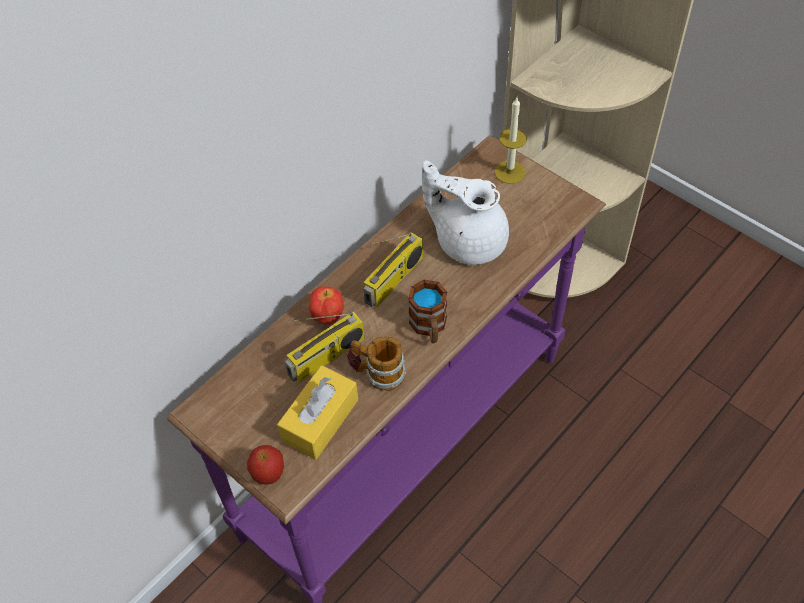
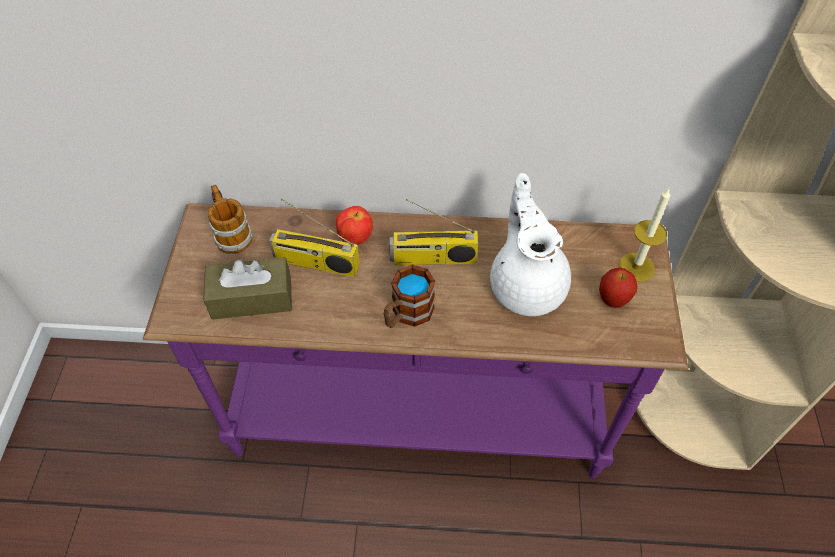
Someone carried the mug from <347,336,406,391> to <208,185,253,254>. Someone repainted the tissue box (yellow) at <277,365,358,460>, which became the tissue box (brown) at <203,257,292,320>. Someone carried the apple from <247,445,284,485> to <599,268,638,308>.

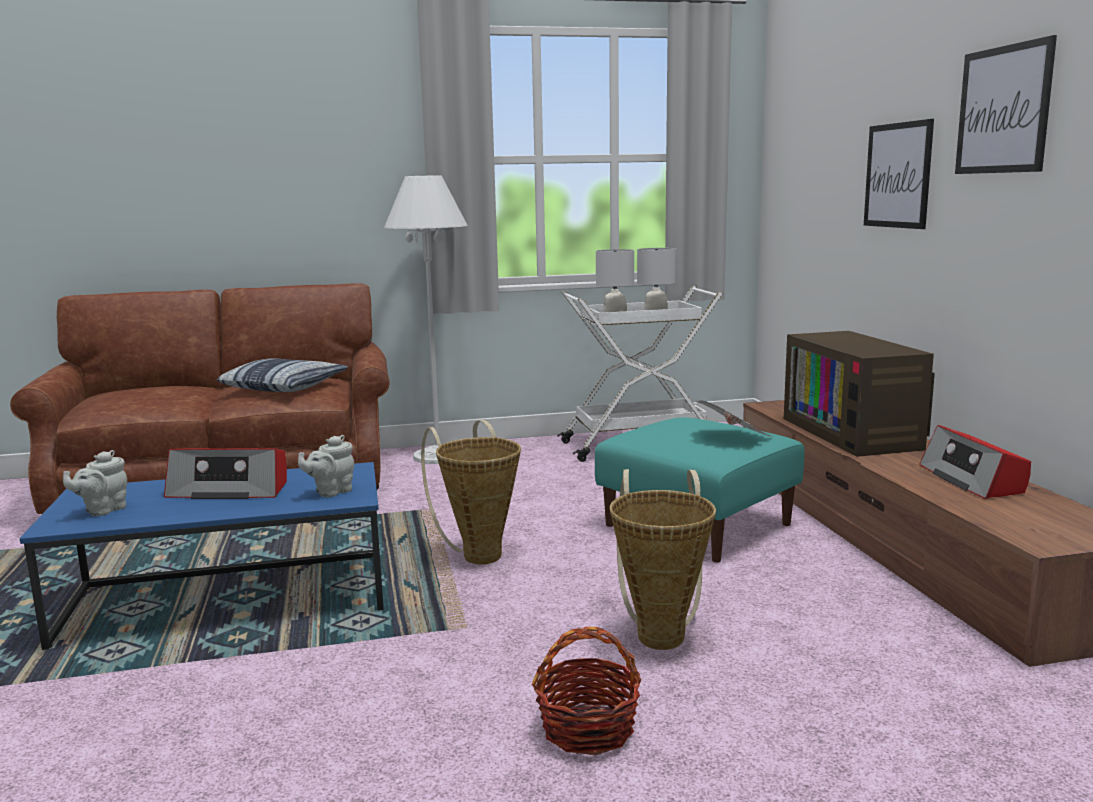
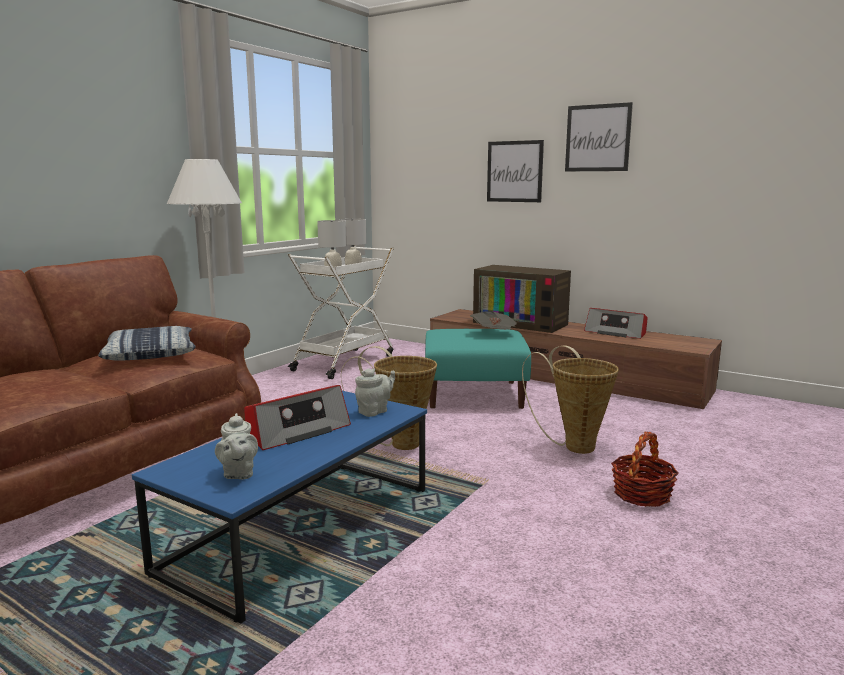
Someone rotated the teapot (grey) at <298,435,354,497> by 135 degrees counterclockwise.

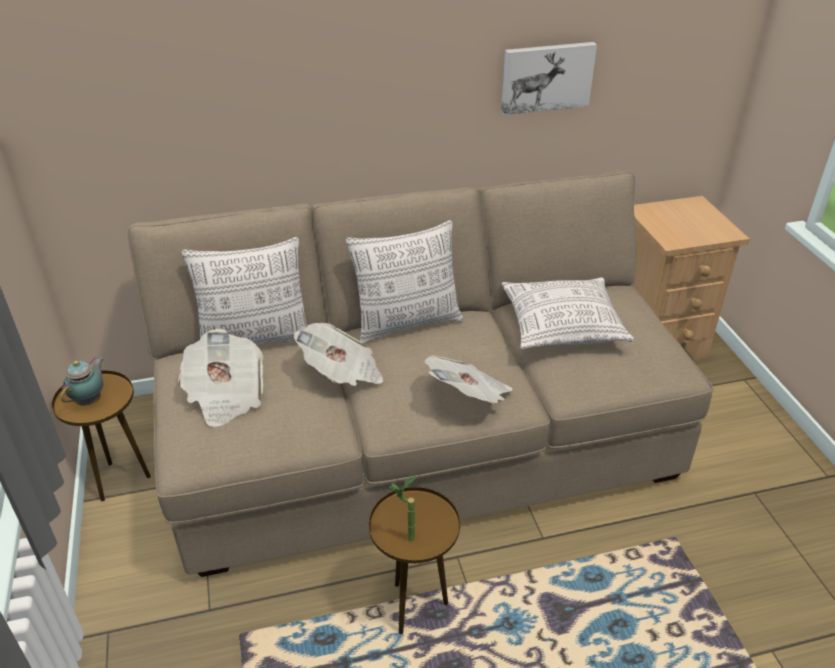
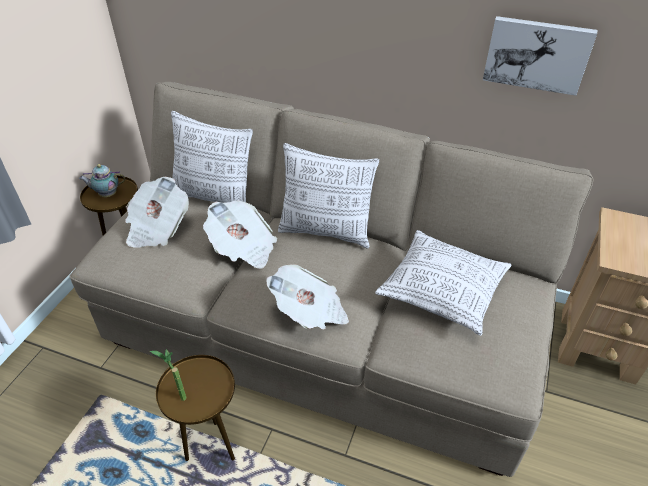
Someone rotated the teapot at <61,357,103,406> by 150 degrees counterclockwise.

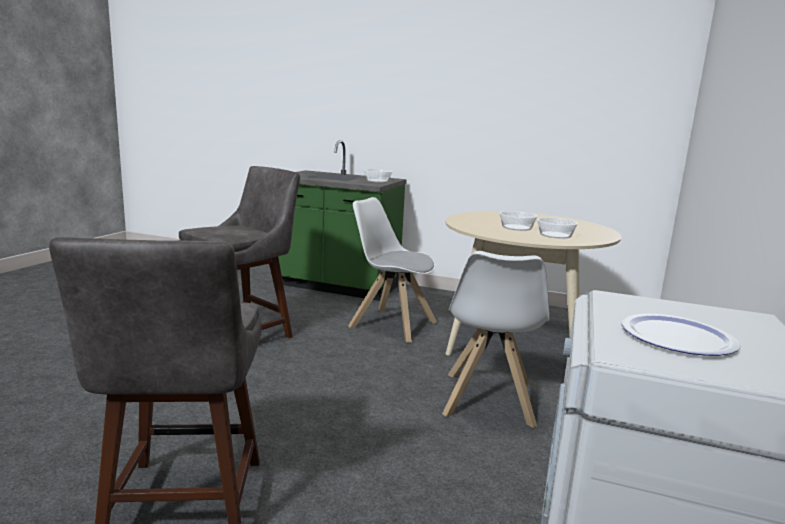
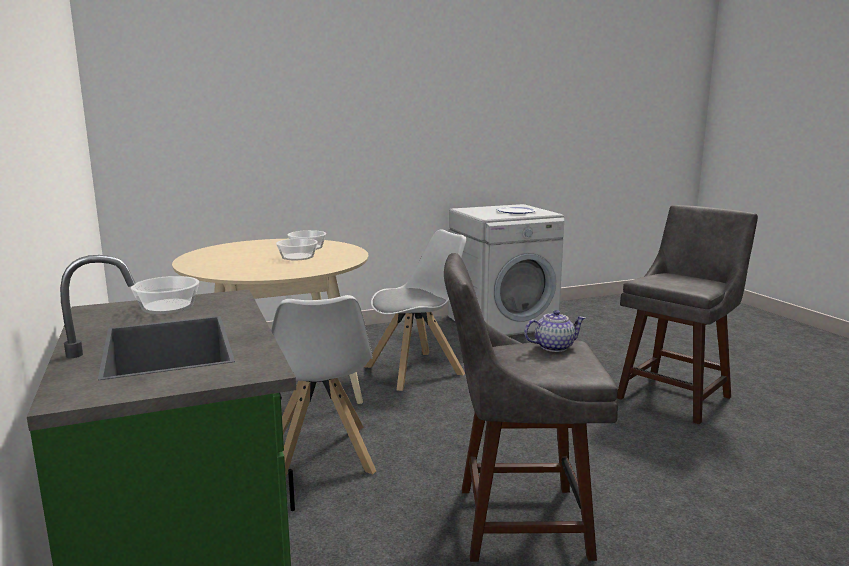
Someone put down the teapot at <524,310,586,352>.

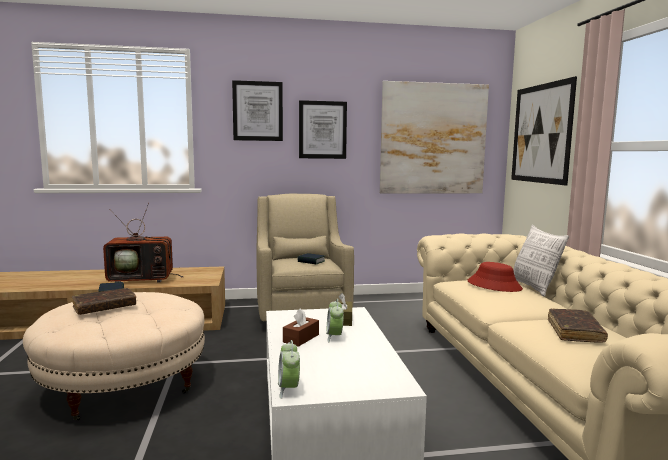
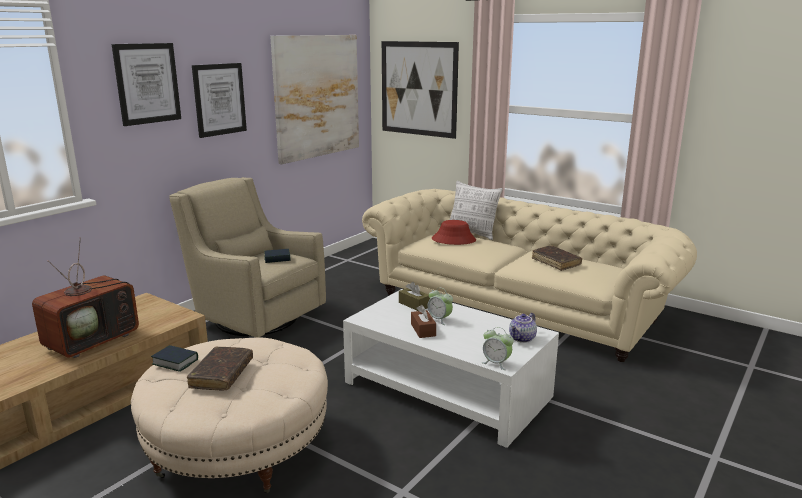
Someone put down the teapot at <509,313,537,343>.

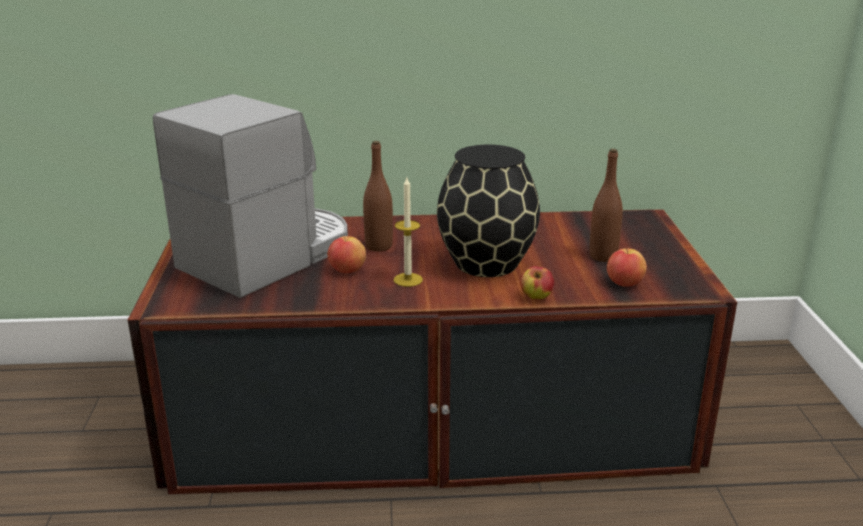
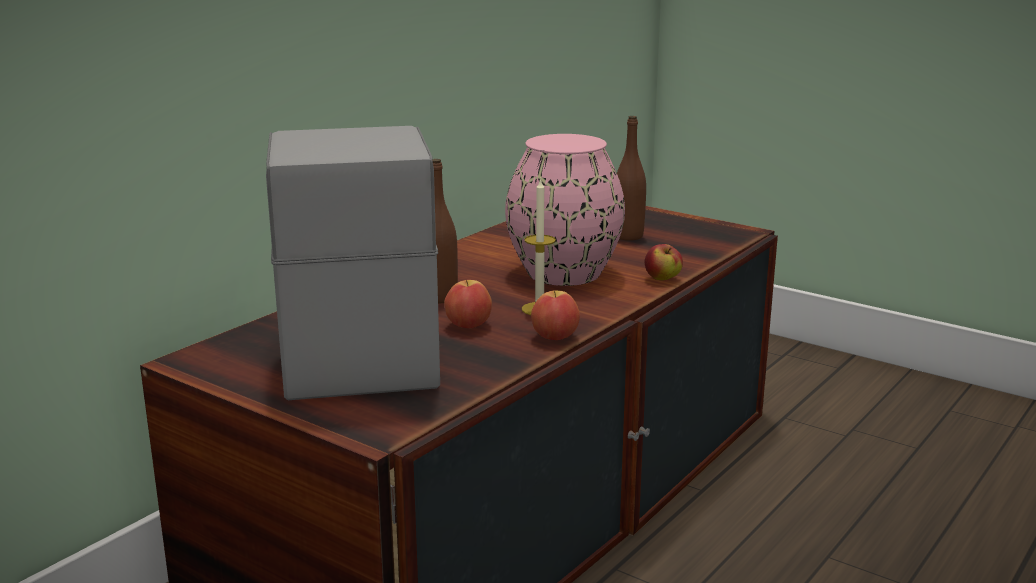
Someone repainted the vase (black) at <437,145,540,277>, which became the vase (pink) at <505,134,625,286>. Someone carried the apple from <607,248,647,287> to <531,290,580,340>.

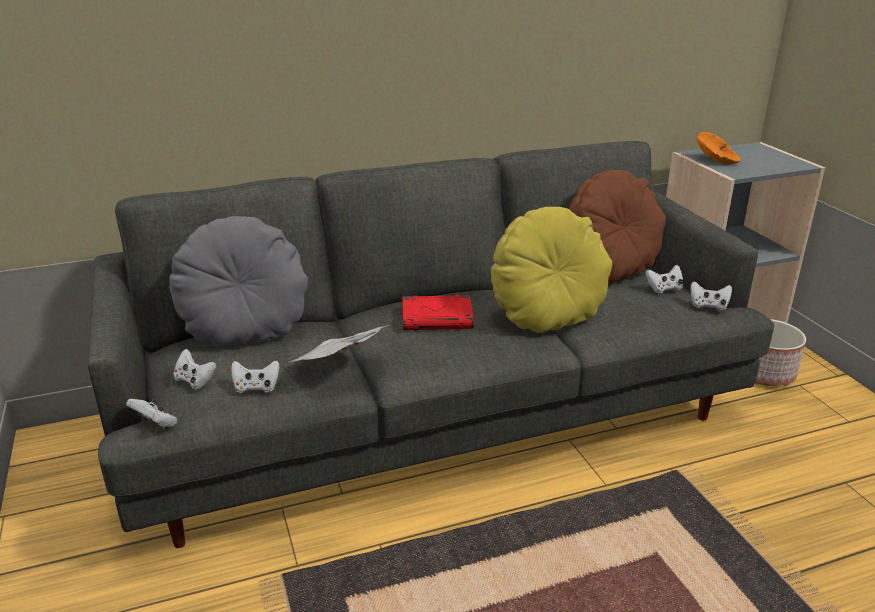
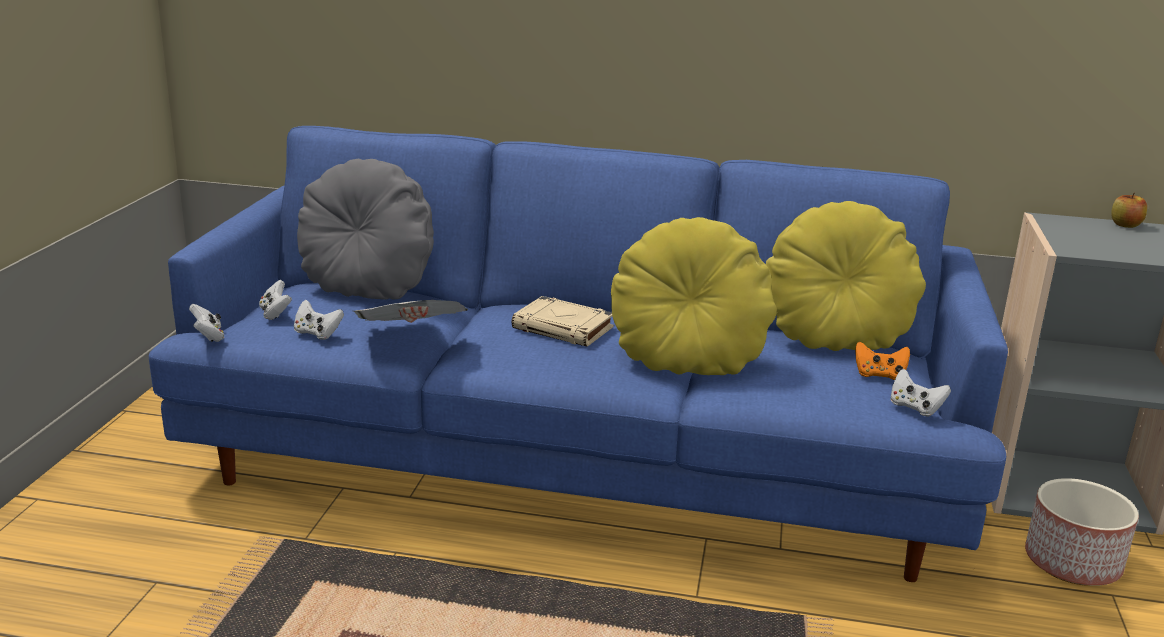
Someone took away the bowl (orange) at <696,132,741,164>. Someone repainted the sofa (grey) at <88,141,774,548>, which became the sofa (blue) at <149,126,1008,582>. Someone repainted the pillow (brown) at <569,170,666,283>, which became the pillow (yellow) at <766,201,926,351>. Someone repainted the game controller (white) at <645,265,683,293>, which became the game controller (orange) at <855,342,910,380>. Someone repainted the book (red) at <402,295,474,331>, which became the book (beige) at <512,296,614,347>. Someone put down the apple at <1111,192,1147,228>.

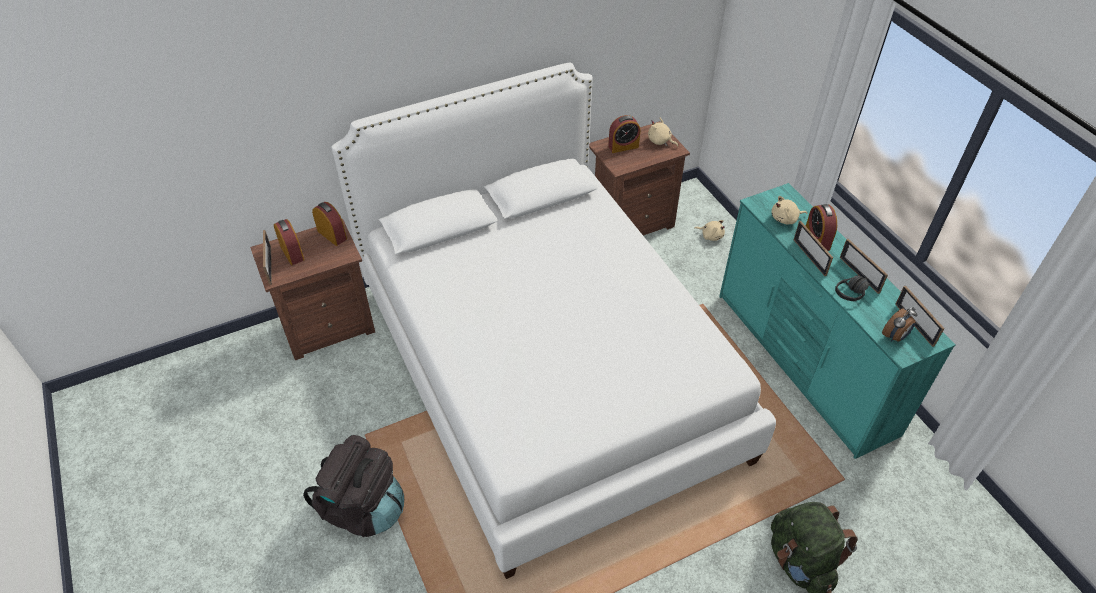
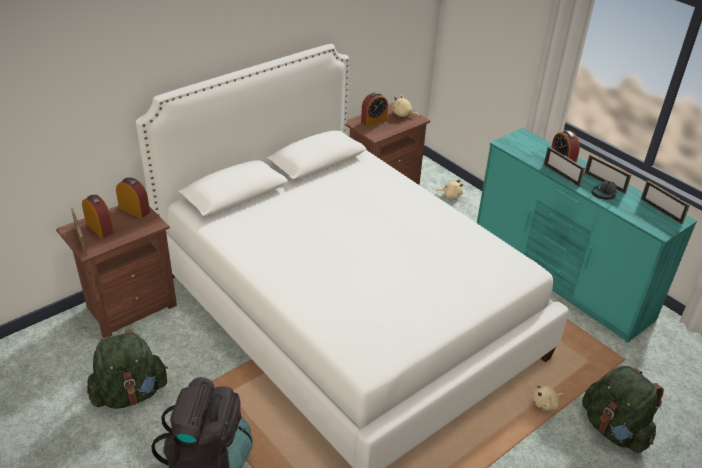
Someone carried the plush toy (beige) from <771,196,808,224> to <532,384,564,410>. Someone took away the alarm clock at <882,307,917,342>. Someone put down the backpack (green) at <86,329,168,409>.

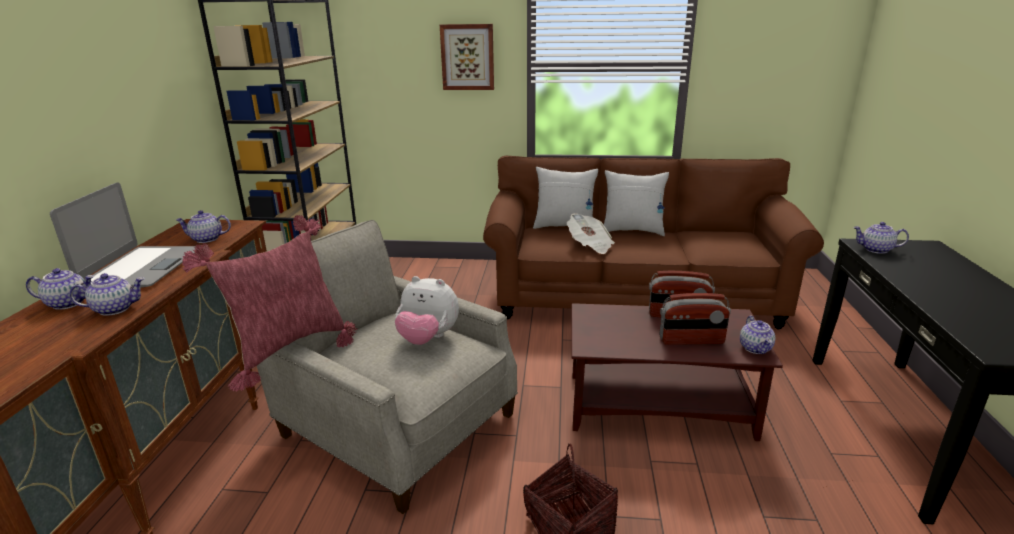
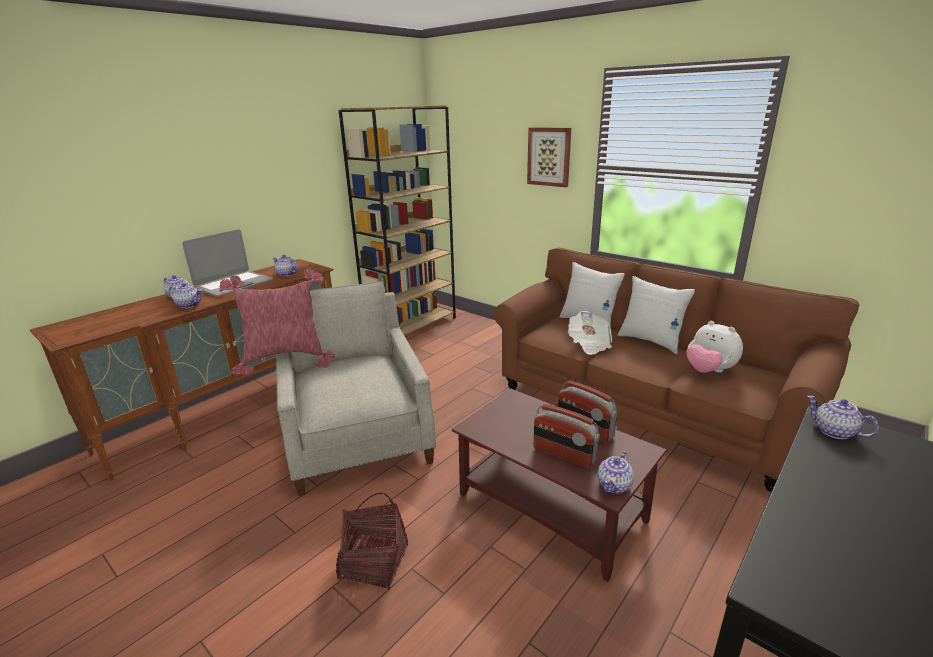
Someone carried the plush toy from <395,276,459,345> to <686,321,743,373>.

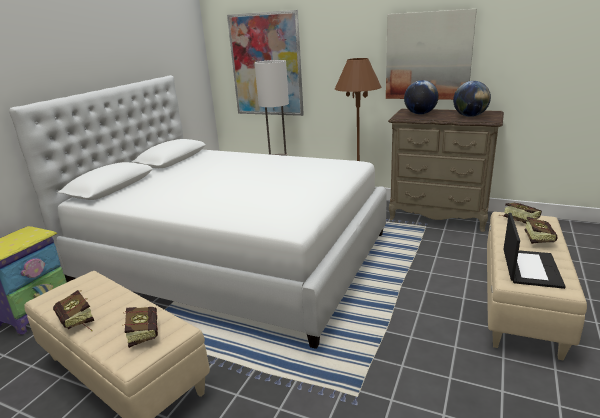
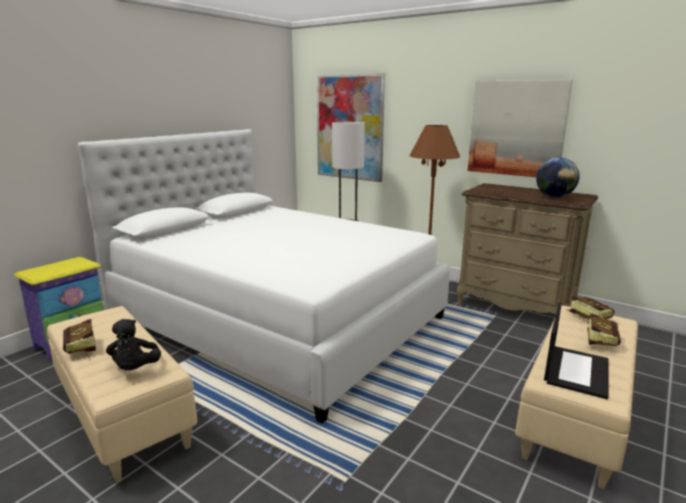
Someone took away the globe at <404,80,438,115>. Someone swapped the book at <122,307,158,348> for the plush toy (black) at <106,319,161,370>.

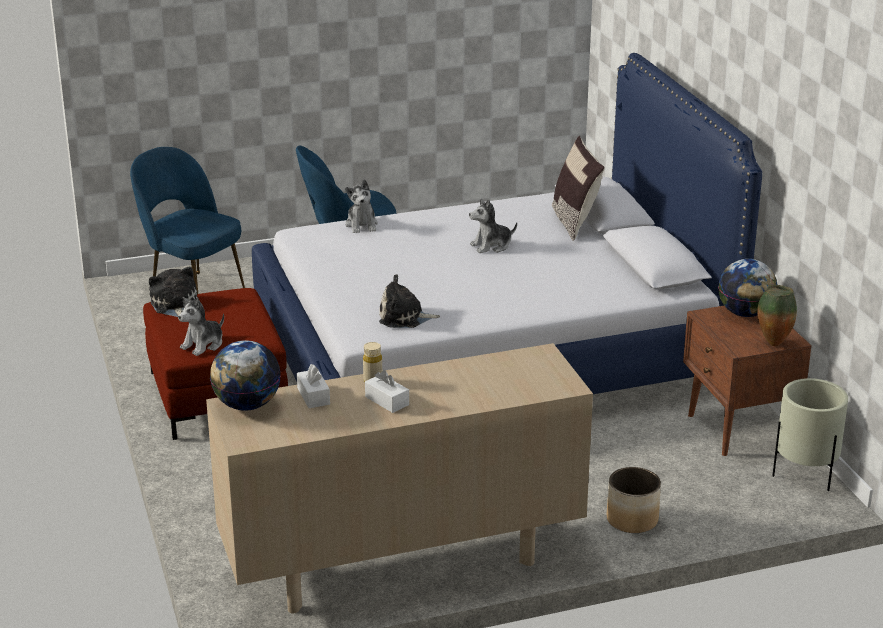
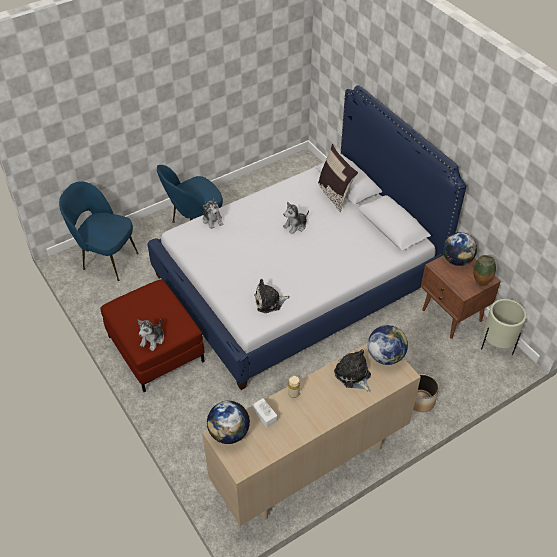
Someone carried the plush toy from <149,266,197,317> to <334,349,371,392>. Someone took away the tissue box (white) at <365,370,409,413>. Someone put down the globe at <368,325,408,365>.

